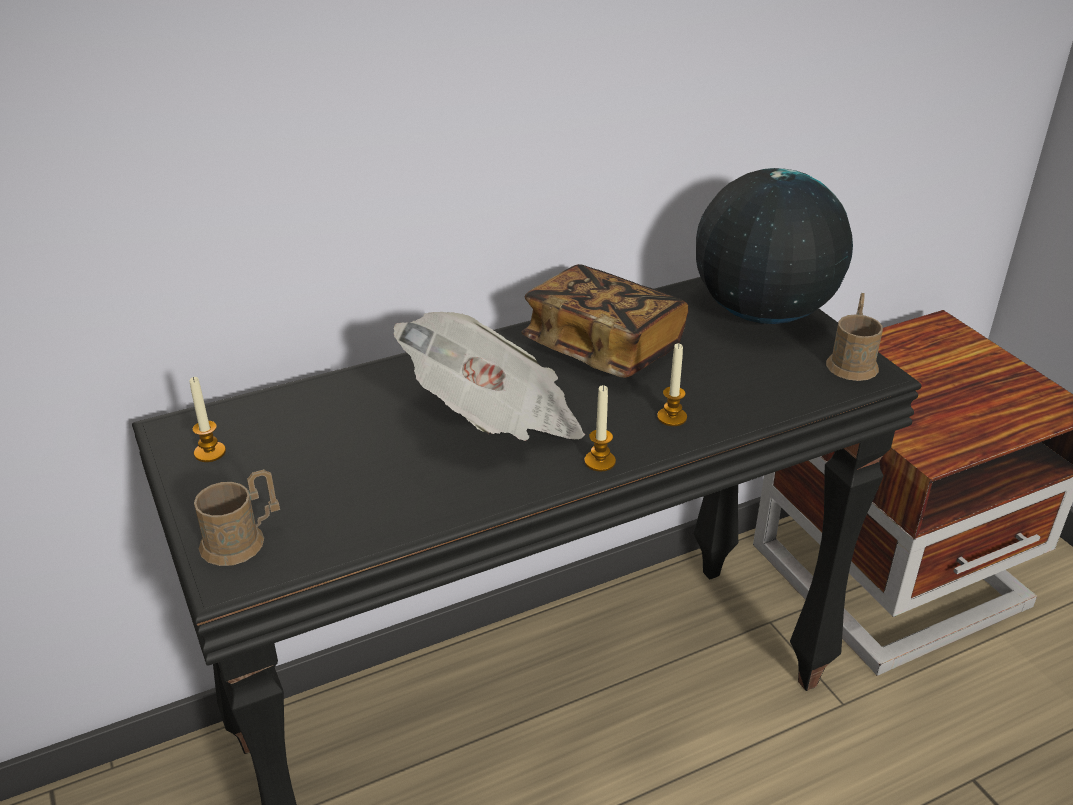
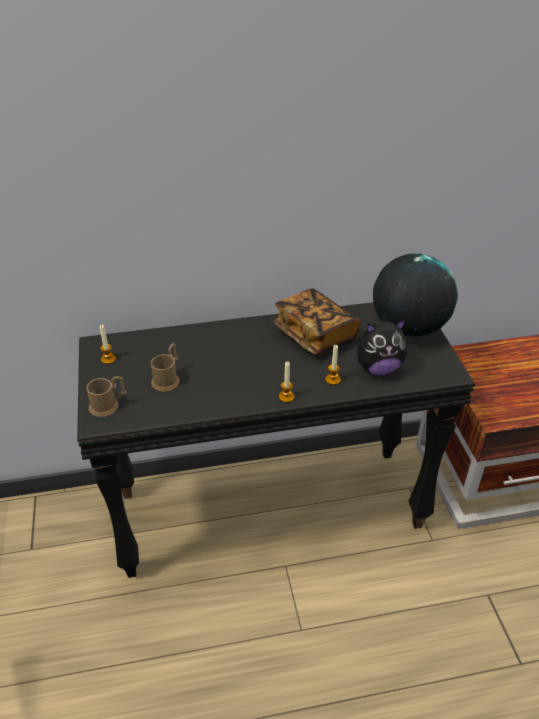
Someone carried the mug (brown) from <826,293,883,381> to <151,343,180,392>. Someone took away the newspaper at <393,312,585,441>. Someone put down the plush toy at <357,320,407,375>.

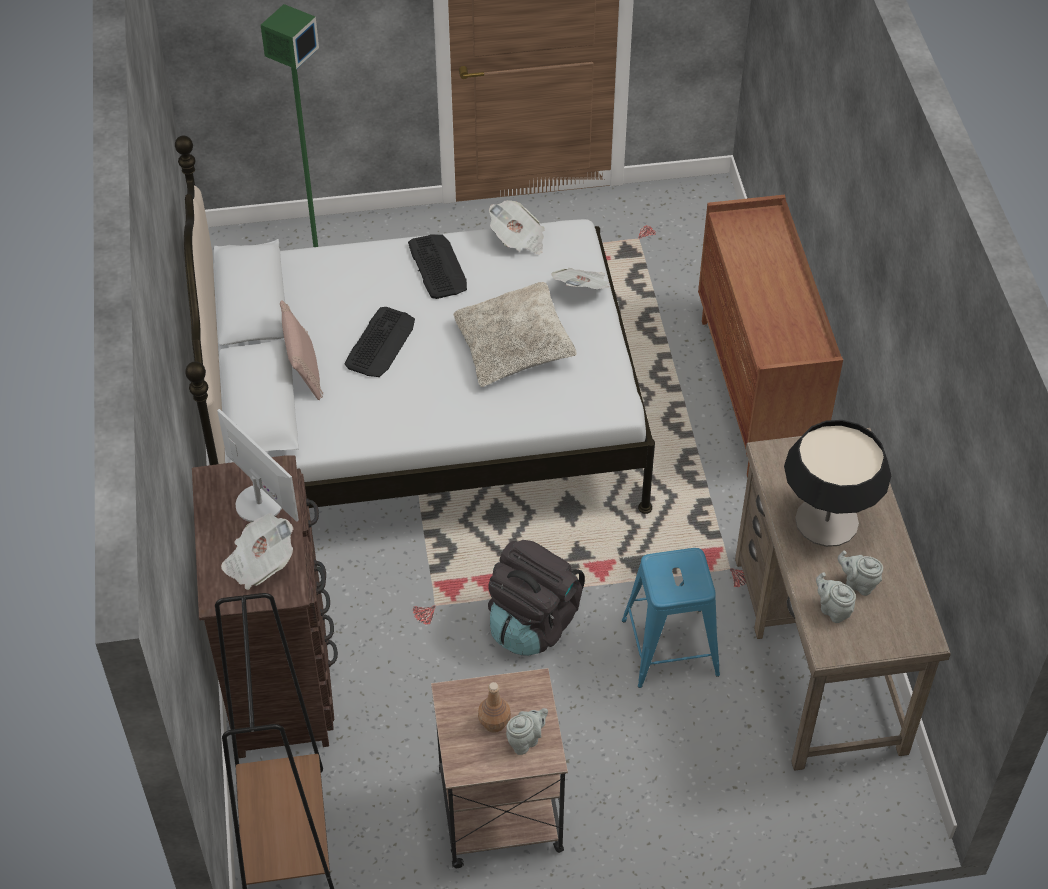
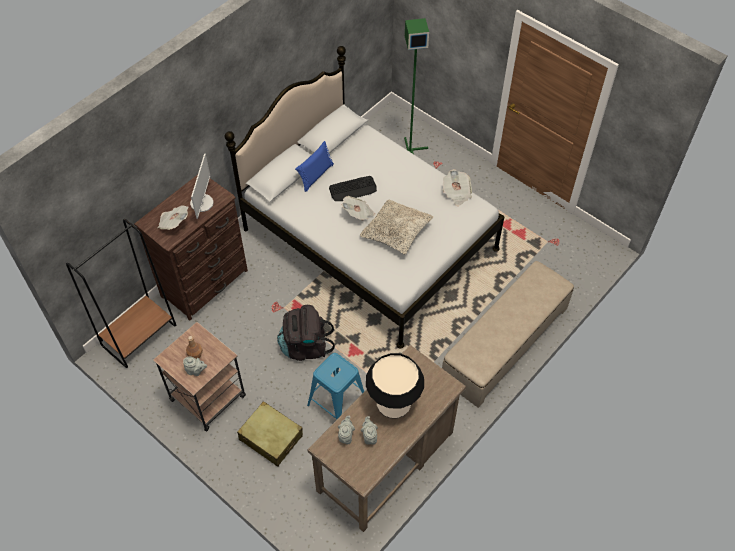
Someone swapped the cabinet (brown) at <698,195,843,478> for the bench (beige) at <442,261,574,408>. Someone took away the keyboard at <408,234,467,299>. Someone carried the newspaper from <552,268,609,289> to <341,196,375,220>. Someone repainted the pillow (beige) at <280,300,323,400>, which became the pillow (blue) at <295,141,334,192>. Someone put down the suitcase (beige) at <237,401,303,467>.

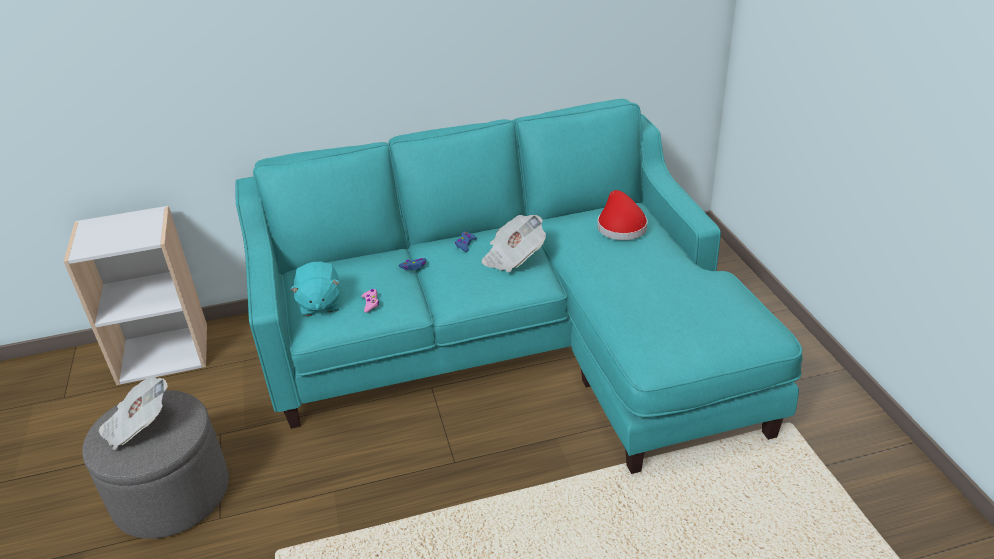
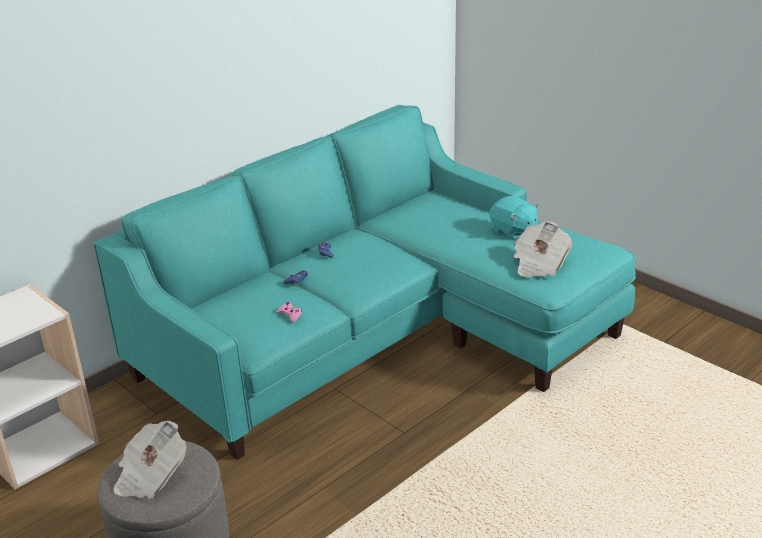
Someone took away the hat (red) at <597,190,648,240>. Someone carried the newspaper from <482,215,546,272> to <514,221,572,277>. Someone carried the plush toy (turquoise) from <290,262,340,316> to <490,196,538,240>.

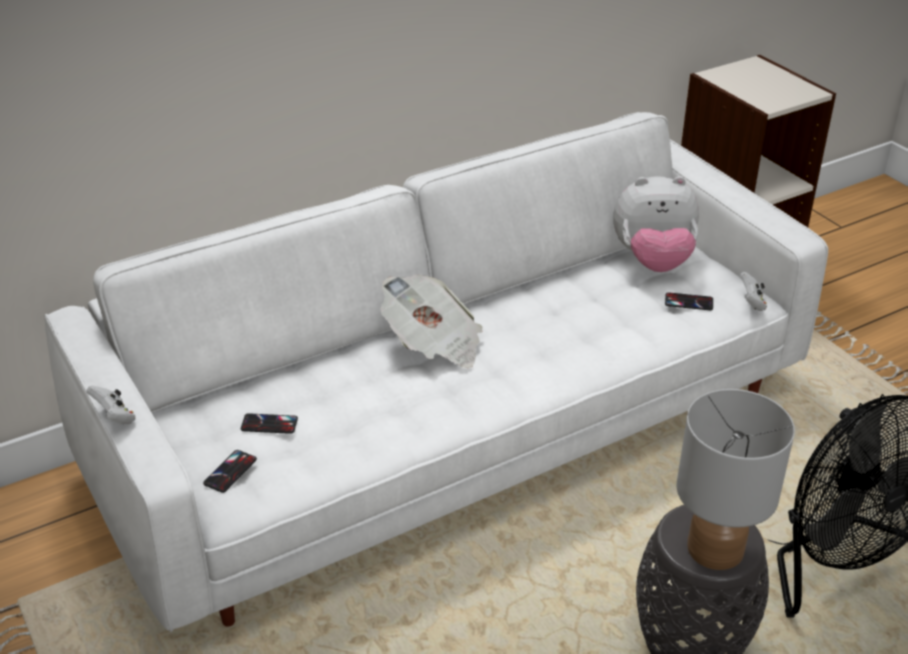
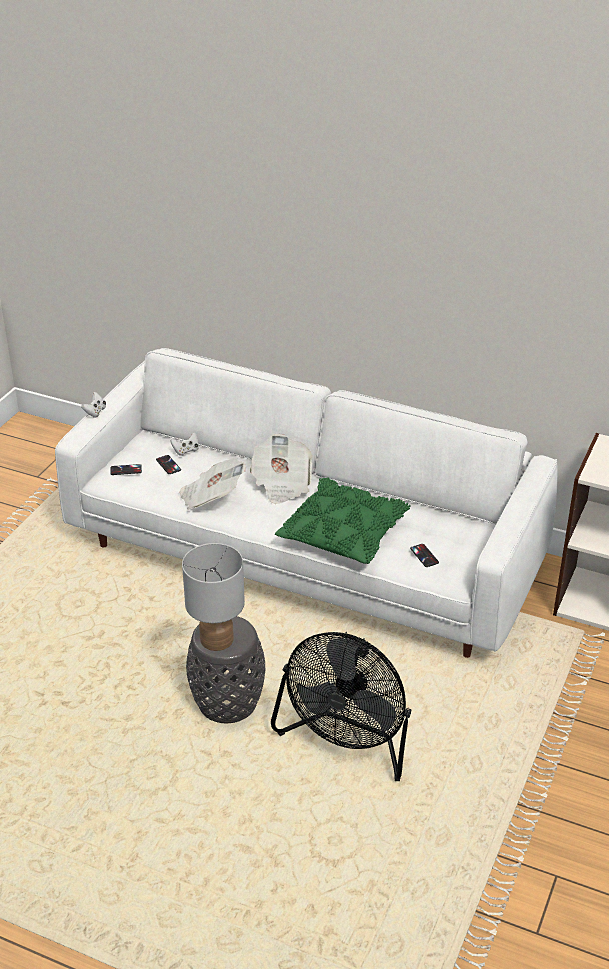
Someone took away the plush toy at <613,176,699,272>. Someone carried the game controller (white) from <740,272,767,311> to <170,432,199,456>. Someone put down the newspaper at <179,457,246,510>. Someone put down the pillow (green) at <275,478,411,564>.

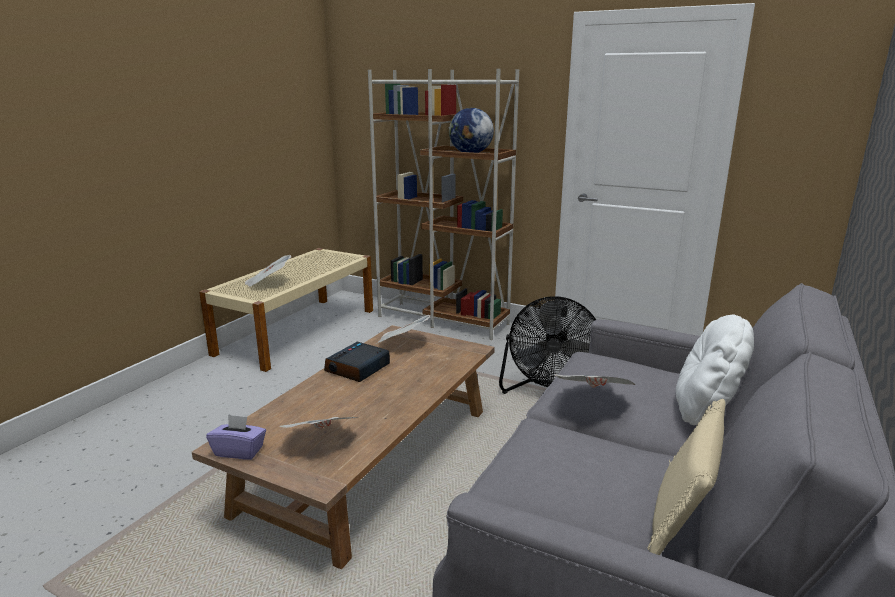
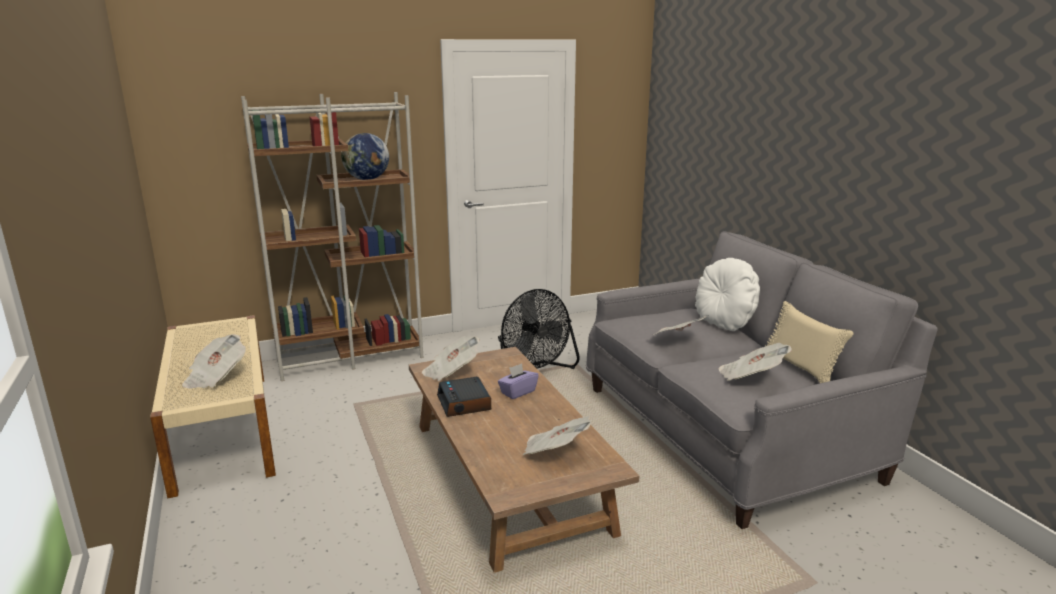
Someone carried the tissue box (purple) from <206,414,266,460> to <498,364,539,399>. Someone put down the newspaper at <718,343,792,381>.

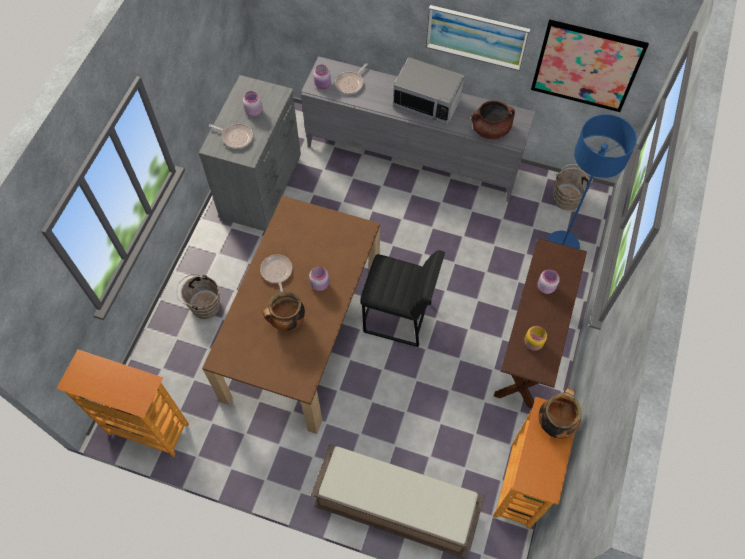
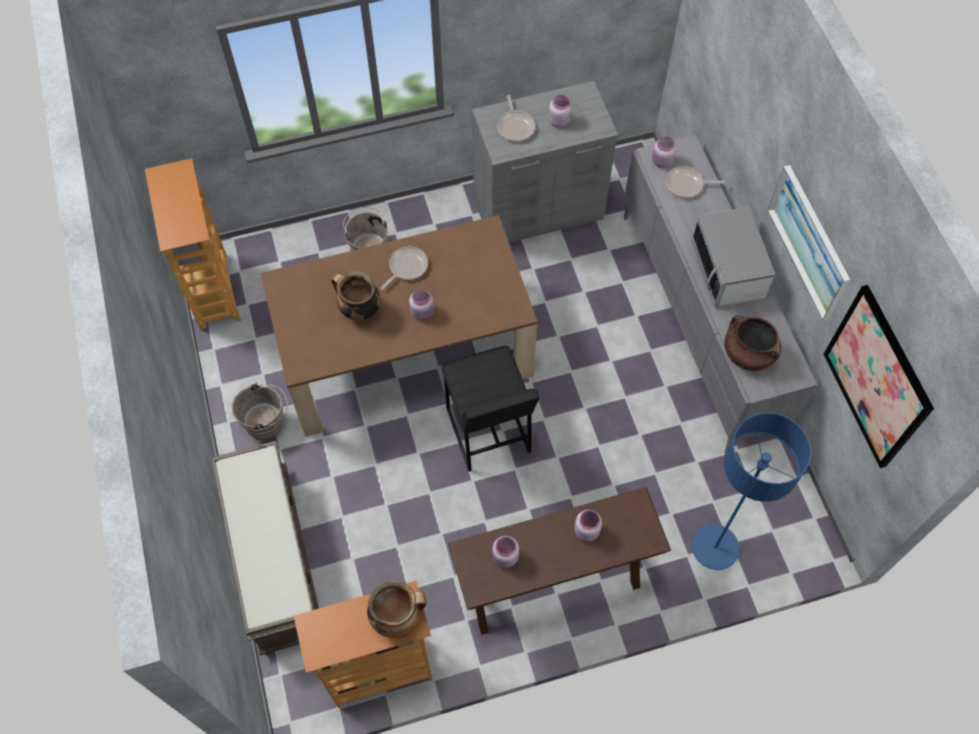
Someone carried the bucket (brown) from <553,164,593,210> to <232,383,288,441>. Someone repainted the jar (yellow) at <524,326,547,351>, which became the jar (pink) at <492,536,519,568>.

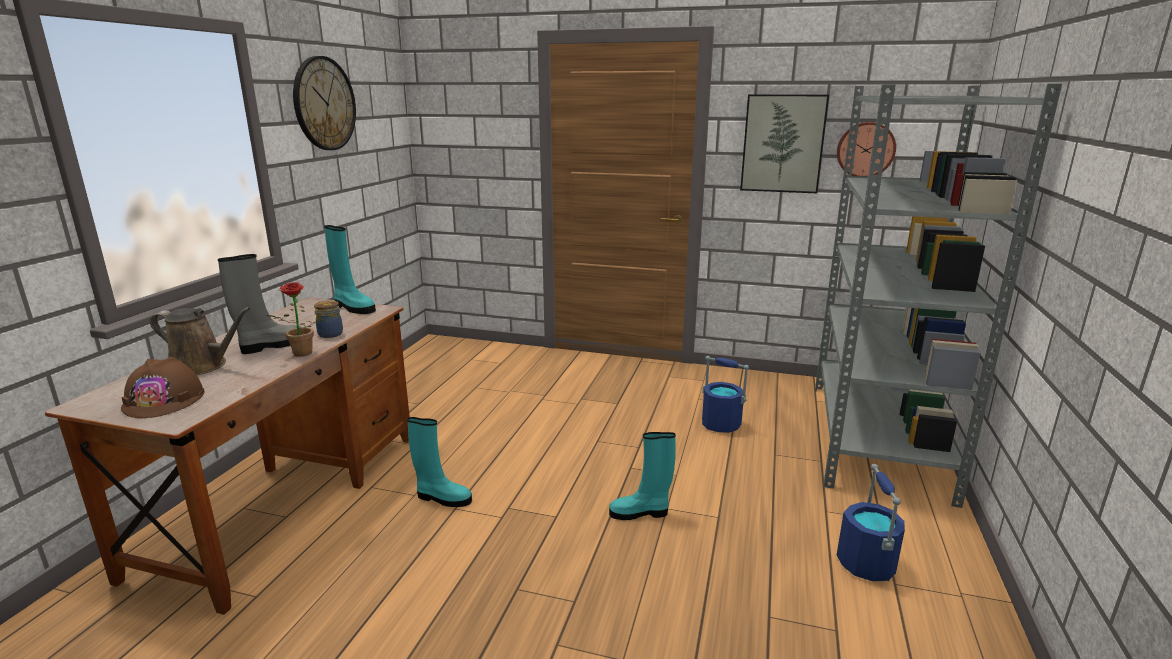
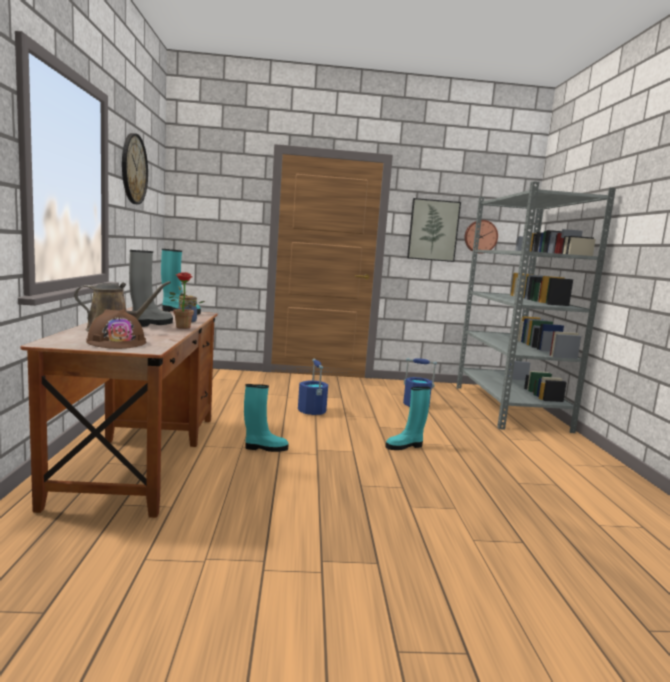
Someone carried the bucket (blue) from <837,464,905,581> to <298,359,328,415>.

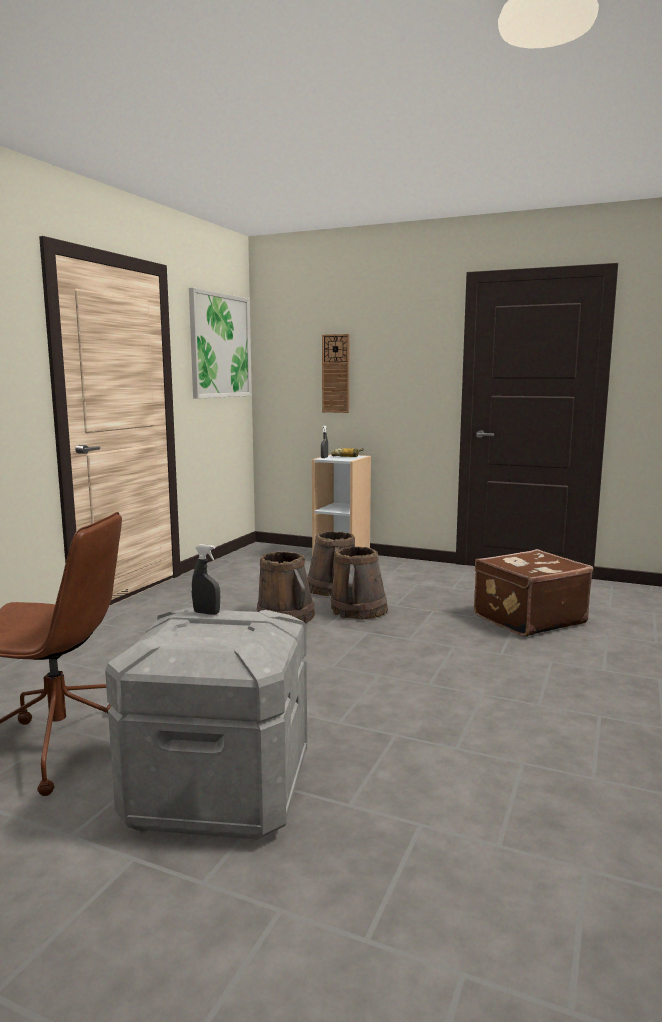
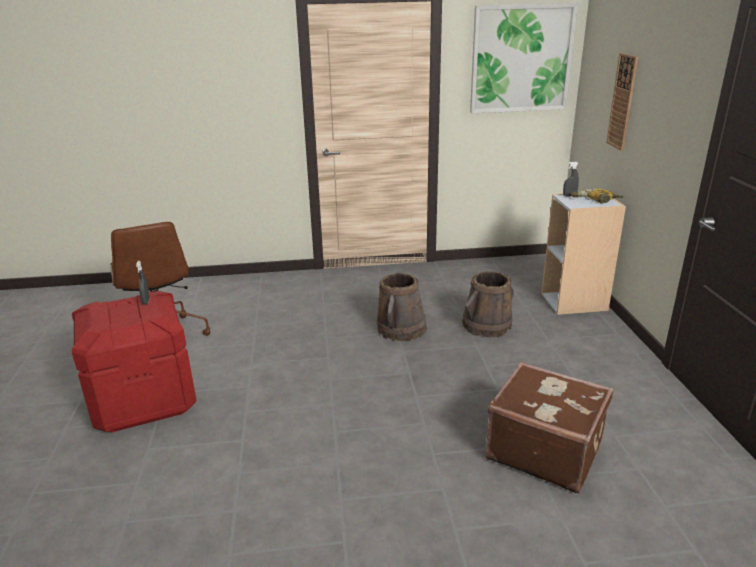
Someone took away the bucket (brown) at <331,546,388,620>. Someone repainted the storage box (grey) at <105,607,307,840>, which became the storage box (red) at <72,291,197,432>.

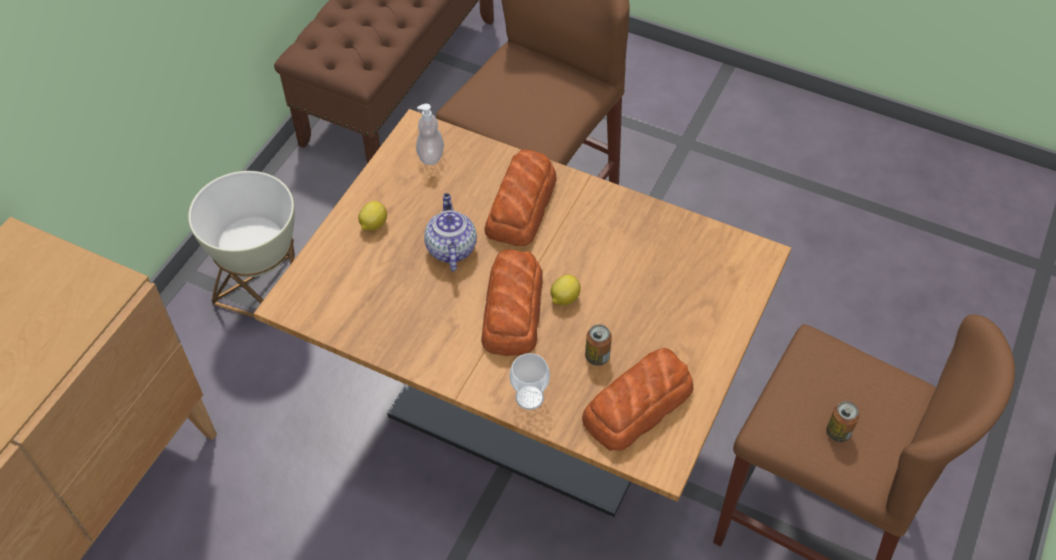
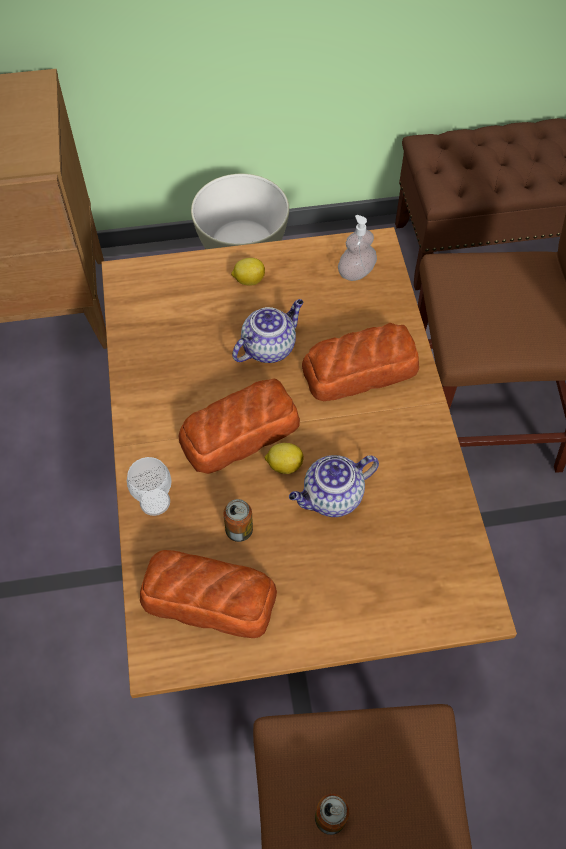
Someone put down the teapot at <289,455,379,517>.

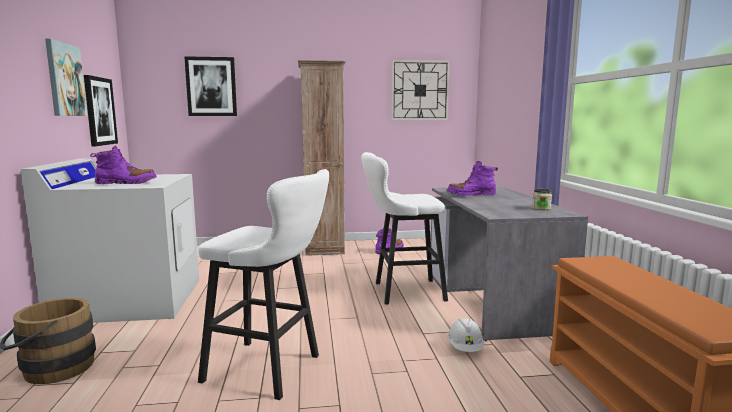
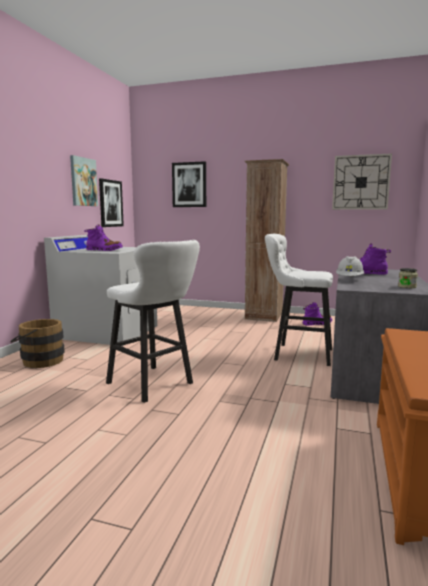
Someone carried the hard hat (white) from <448,318,484,352> to <336,256,364,277>.

